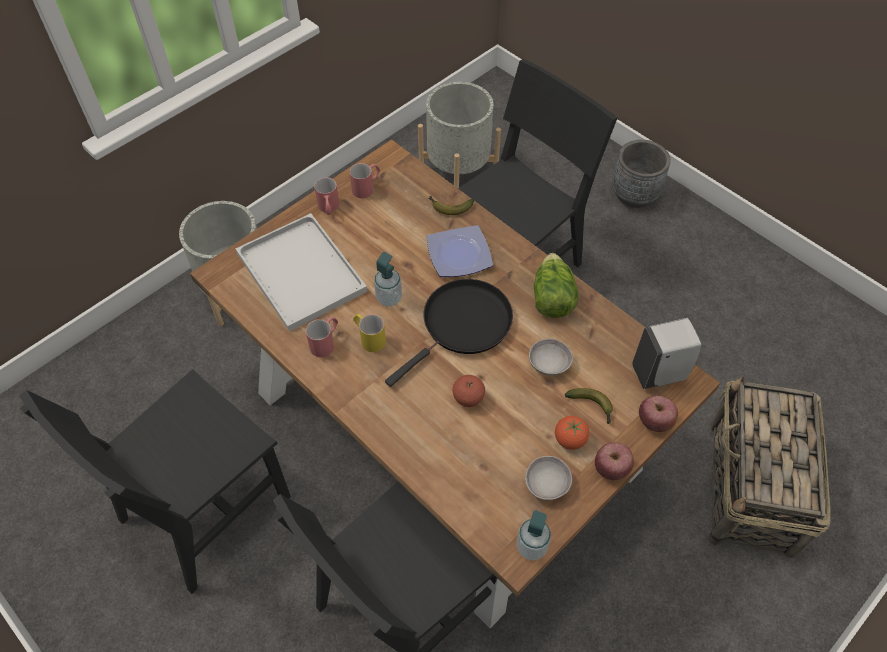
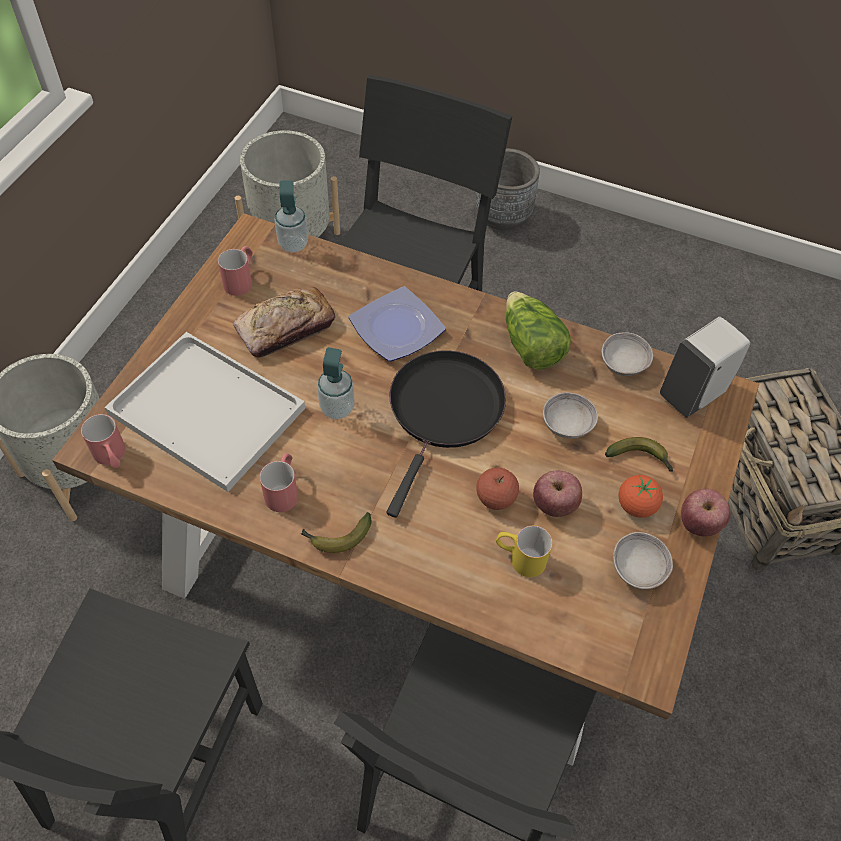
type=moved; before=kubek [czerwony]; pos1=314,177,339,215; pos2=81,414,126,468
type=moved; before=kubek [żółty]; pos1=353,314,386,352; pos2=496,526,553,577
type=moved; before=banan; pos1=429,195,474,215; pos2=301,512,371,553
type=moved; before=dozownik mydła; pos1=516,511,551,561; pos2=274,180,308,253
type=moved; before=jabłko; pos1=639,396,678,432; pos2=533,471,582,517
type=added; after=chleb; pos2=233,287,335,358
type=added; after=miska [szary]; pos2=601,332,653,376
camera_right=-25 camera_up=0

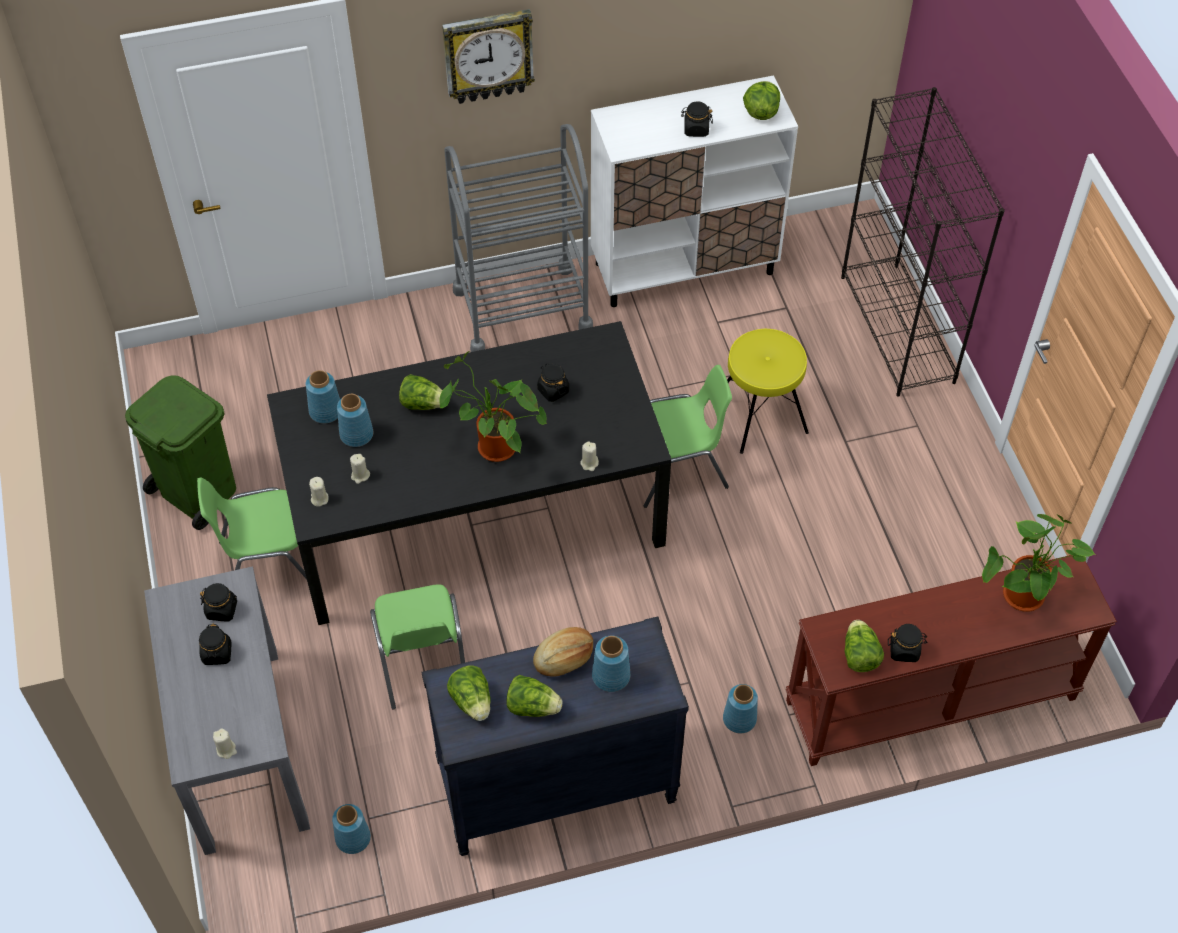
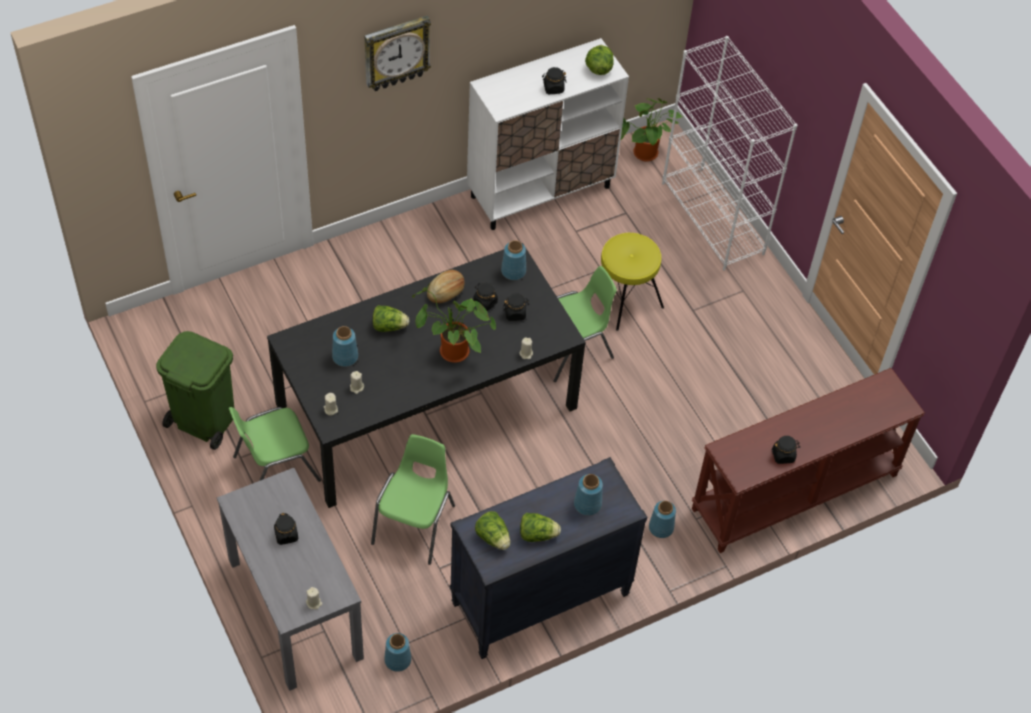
type=moved; before=słoik [czarny]; pos1=200,583,237,622; pos2=503,293,529,321
type=moved; before=wazon [niebieski]; pos1=306,370,340,424; pos2=501,240,526,280
type=turned; before=krzesło [zielony]; pos1=370,584,465,710; pos2=371,434,455,565; turn=-135
type=removed; before=wózek [szary]; pos1=444,124,593,352
type=moved; before=chleb; pos1=533,627,593,677; pos2=427,270,465,303
type=recoloured; before=regał [czarny]; after=regał [biały]; pos1=841,87,1005,397; pos2=662,36,797,271
type=removed; before=sałata; pos1=844,620,884,672
type=moved; before=roślina doniczkowa; pos1=982,514,1096,612; pos2=621,98,682,162
camera_right=-15 camera_up=0

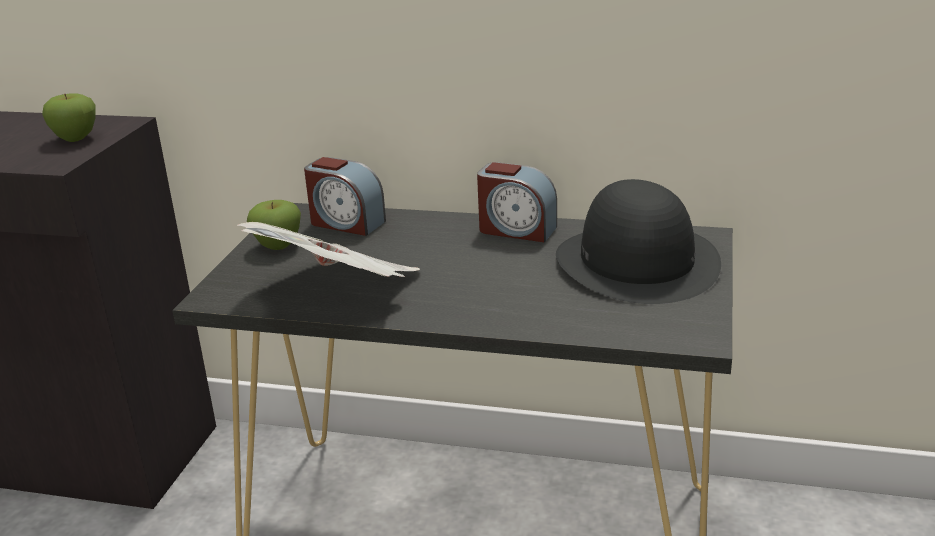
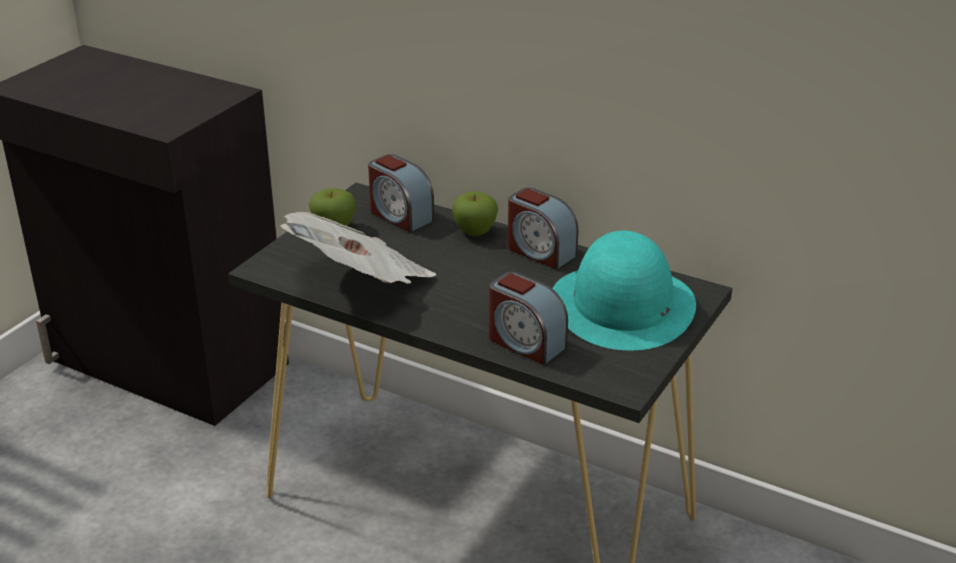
type=moved; before=jabłko; pos1=42,93,96,142; pos2=452,191,498,236
type=recoloured; before=kapelusz [czarny]; after=kapelusz [turkusowy]; pos1=556,179,721,304; pos2=553,231,696,350
type=added; after=budzik; pos2=489,272,568,365
camera_right=15 camera_up=5

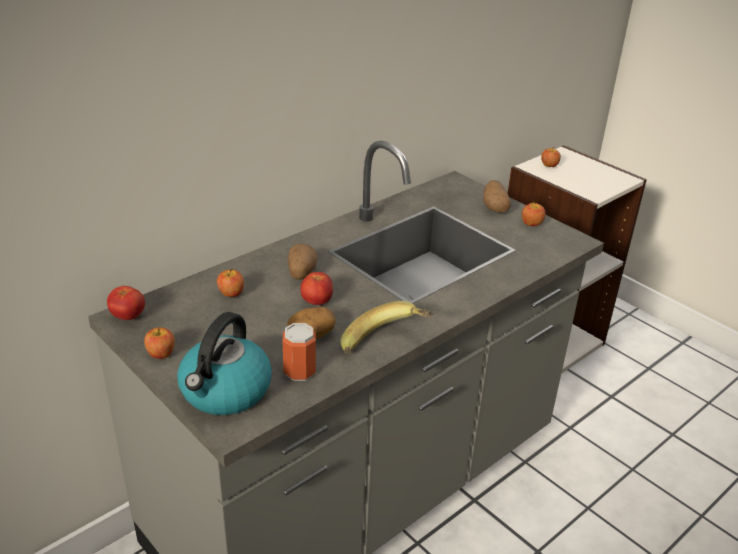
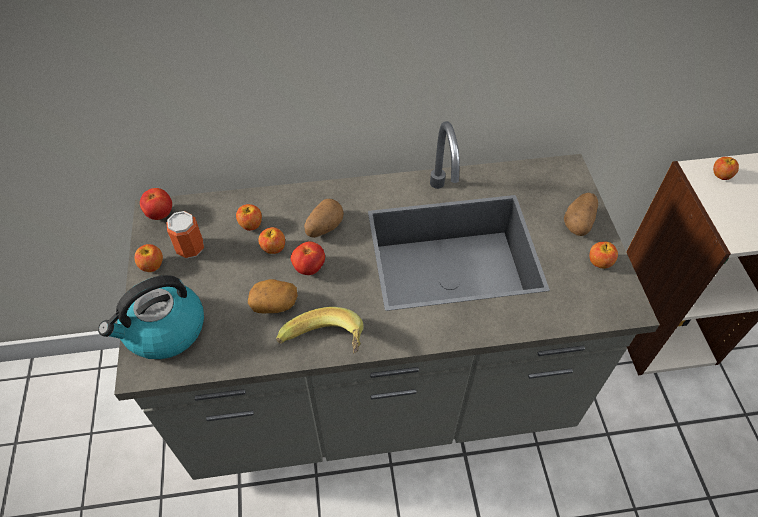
type=moved; before=puszka; pos1=283,323,316,381; pos2=167,211,204,258
type=added; after=jabłko; pos2=258,227,285,254
camera_right=35 camera_up=20

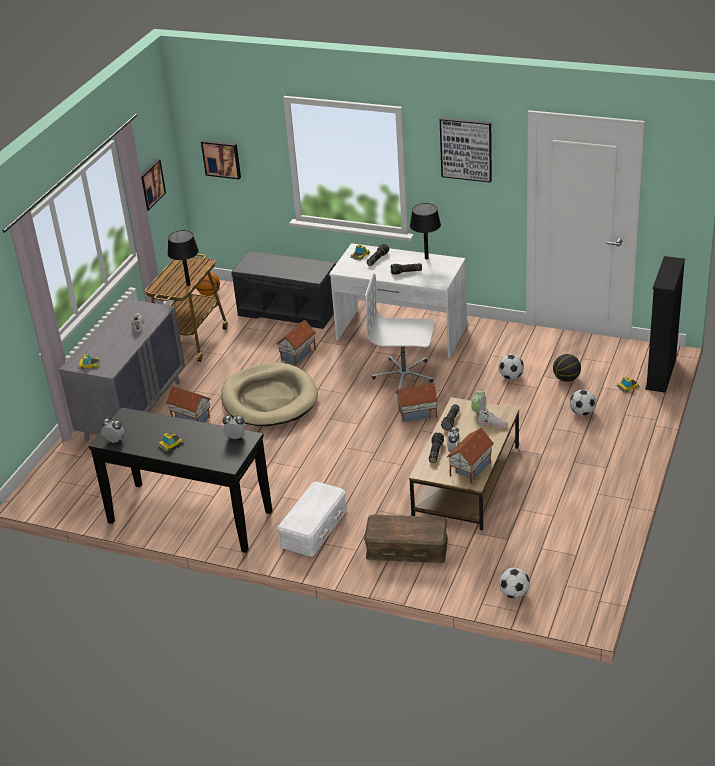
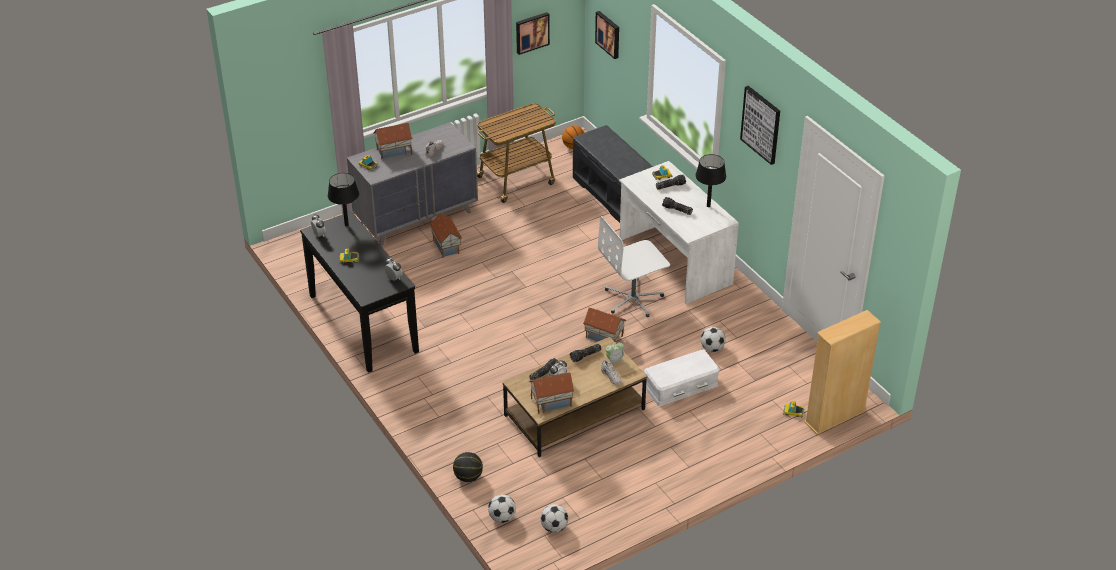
type=moved; before=lampa stołowa [czarny]; pos1=168,230,199,286; pos2=328,173,359,227
type=removed; before=legowisko [beżowy]; pos1=221,363,318,426
type=moved; before=domek; pos1=277,320,316,365; pos2=373,123,413,160
type=moved; before=pojemnik do przechowywania [biały]; pos1=277,481,347,557; pos2=644,350,720,406
type=removed; before=pojemnik do przechowywania [brązowy]; pos1=364,515,448,563
type=turned; before=krzesło biurowe [biały]; pos1=365,273,435,389; pos2=598,216,670,317; turn=-75
type=moved; before=piłka do koszykówki; pos1=553,354,581,382; pos2=453,452,483,482
type=moved; before=piłka futbolowa; pos1=570,390,596,416; pos2=540,504,568,533
type=recoloured; before=regał [czarny]; after=regał [beżowy]; pos1=645,256,685,393; pos2=804,310,881,435
camera_right=35 camera_up=5

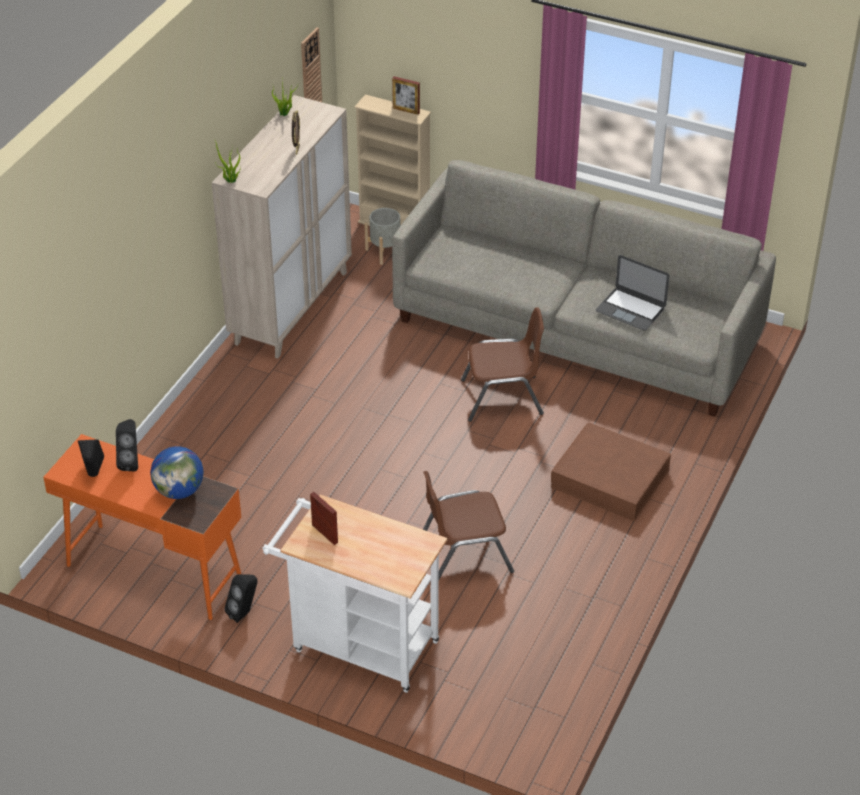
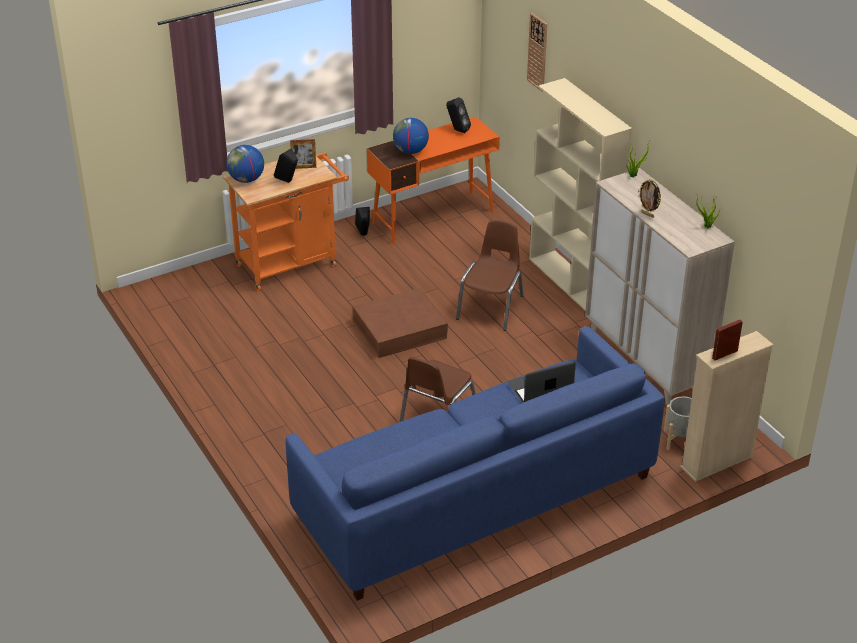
type=moved; before=głośnik [czarny]; pos1=116,419,138,471; pos2=274,149,298,183
type=recoloured; before=wózek [biały]; after=wózek [pomarańczowy]; pos1=263,495,447,693; pos2=223,152,349,291
type=moved; before=zegar ścienny; pos1=301,27,322,102; pos2=527,13,547,92
type=recoloured; before=kanapa [szary]; after=kanapa [niebieski]; pos1=392,160,776,417; pos2=286,326,665,601
type=moved; before=krzesło [brązowy]; pos1=423,471,514,579; pos2=456,220,524,331
type=moved; before=pojemnik do przechowywania [brązowy]; pos1=551,422,671,521; pos2=353,288,448,358
type=moved; before=laptop; pos1=596,255,669,331; pos2=508,361,576,403
type=added; after=globus; pos2=226,145,264,183
type=added; after=regał [beżowy]; pos2=529,78,632,311
camera_right=125 camera_up=-5

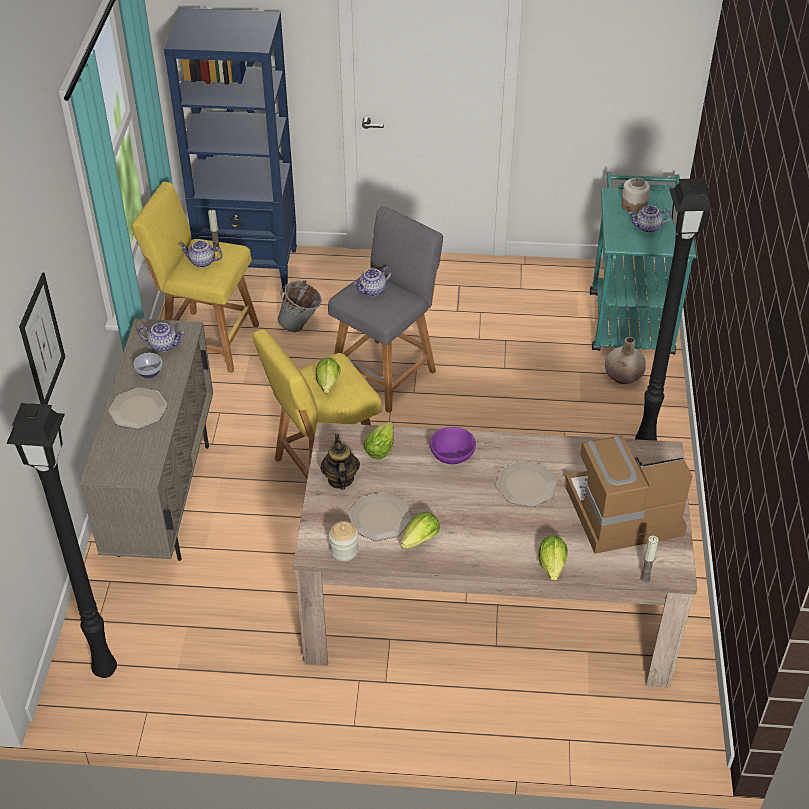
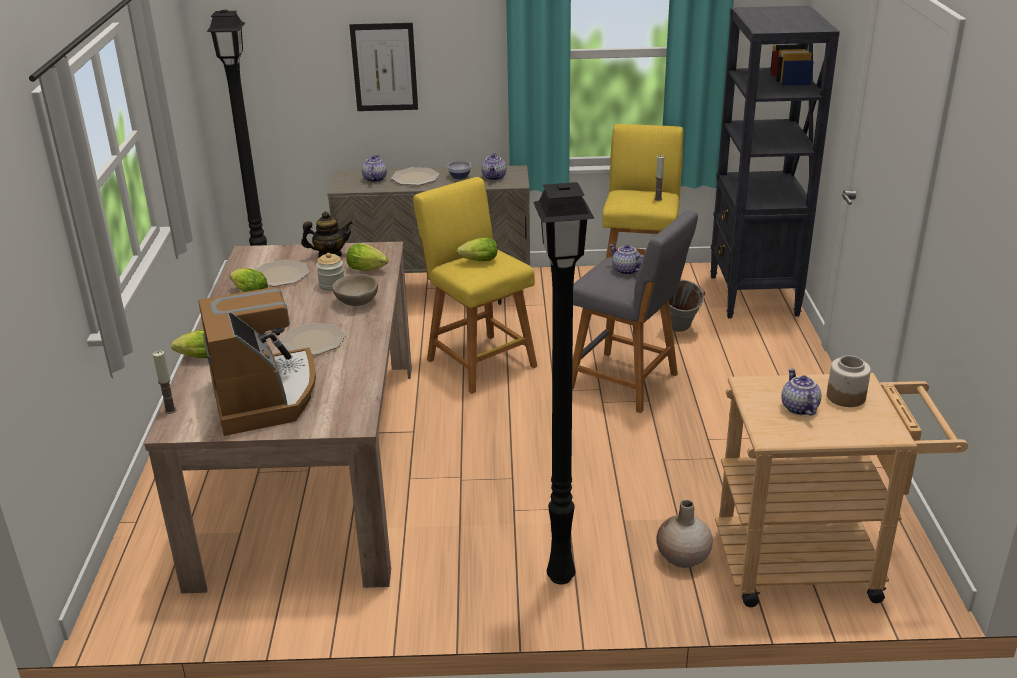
type=recoloured; before=regał [niebieski]; after=regał [czarny]; pos1=164,8,297,292; pos2=710,6,840,318
type=moved; before=imbryk; pos1=179,240,223,268; pos2=362,155,387,182
type=moved; before=słoik; pos1=329,521,358,561; pos2=316,253,344,291
type=recoloured; before=miska [fioletowy]; after=miska [beżowy]; pos1=430,427,476,464; pos2=332,274,378,306
type=recoloured; before=wózek [turkusowy]; after=wózek [beżowy]; pos1=590,171,697,355; pos2=715,373,968,607
camera_right=85 camera_up=-15

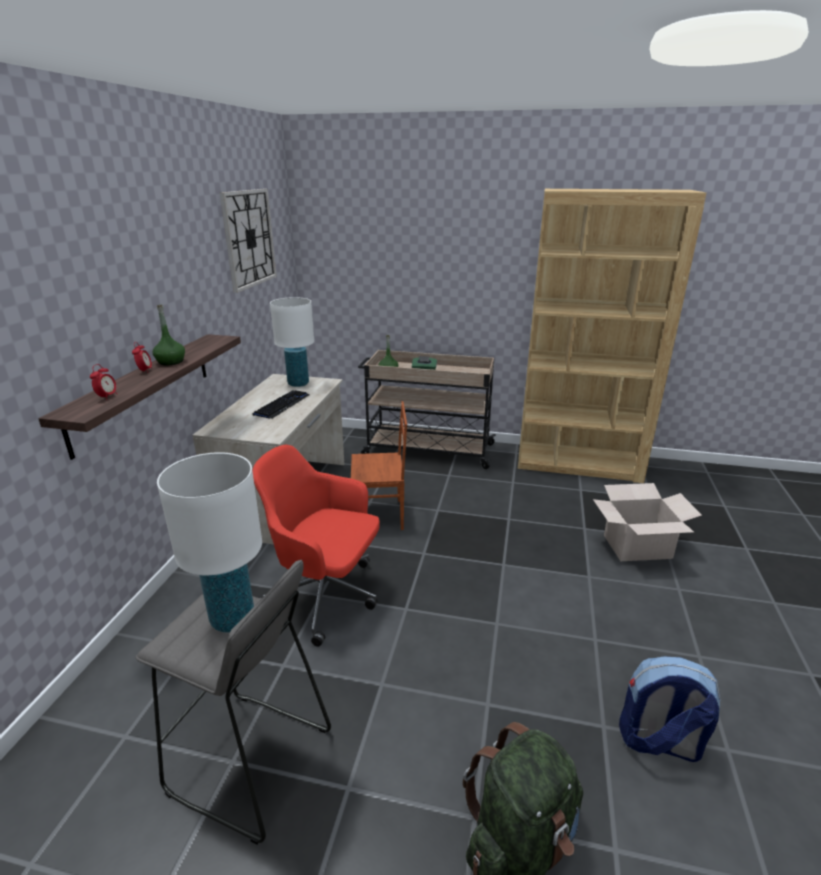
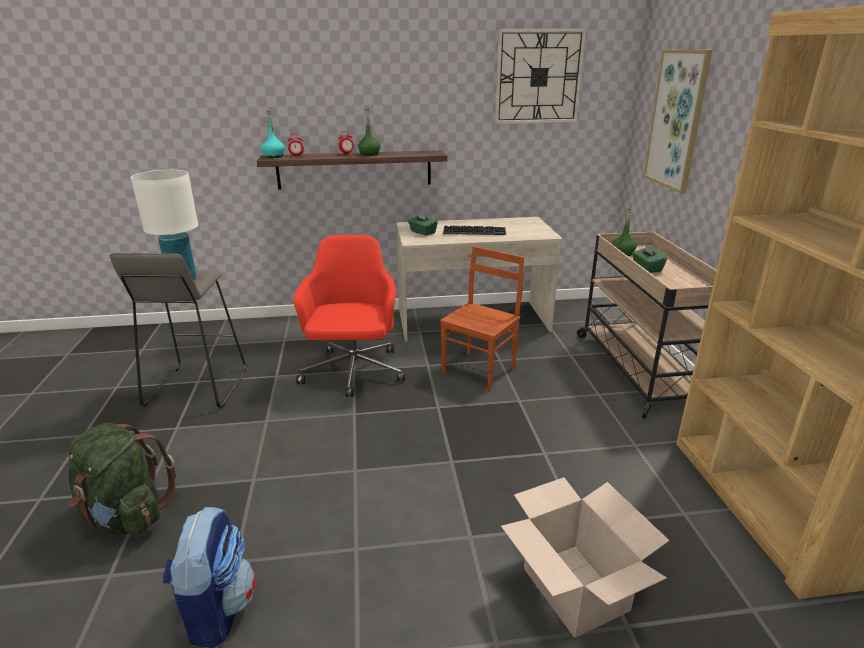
type=removed; before=lampa stołowa [biały]; pos1=270,297,314,387
type=turned; before=krzesło [brązowy]; pos1=351,401,407,530; pos2=440,246,524,390; turn=-120
type=added; after=butelka [turkusowy]; pos2=261,110,285,158
type=added; after=pudełko chusteczek [zielony]; pos2=408,212,438,236
type=added; after=obraz; pos2=643,50,712,194
camera_right=70 camera_up=0

